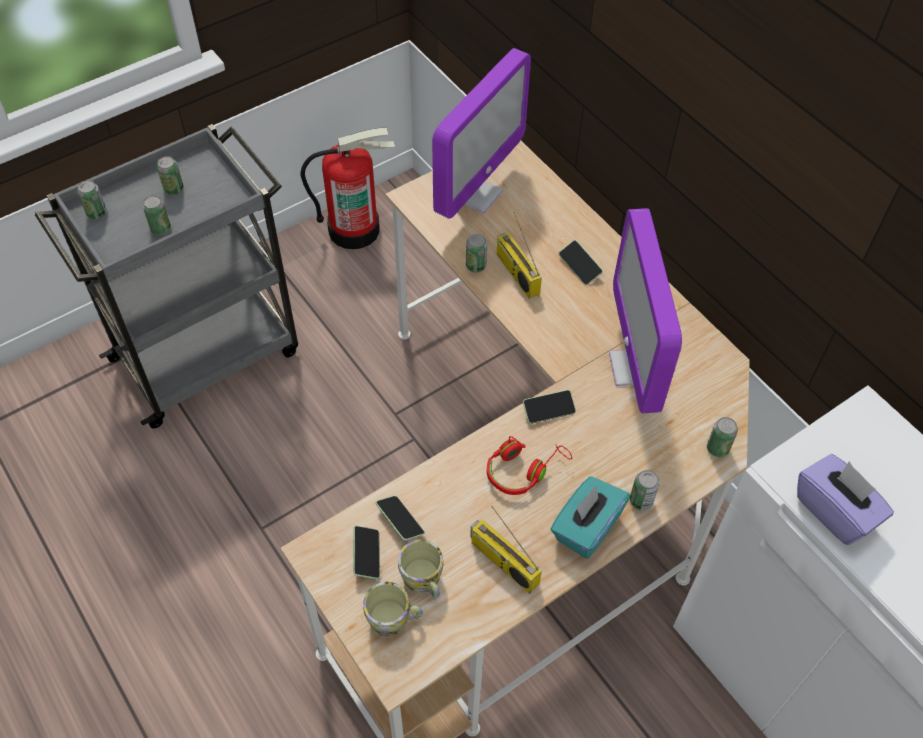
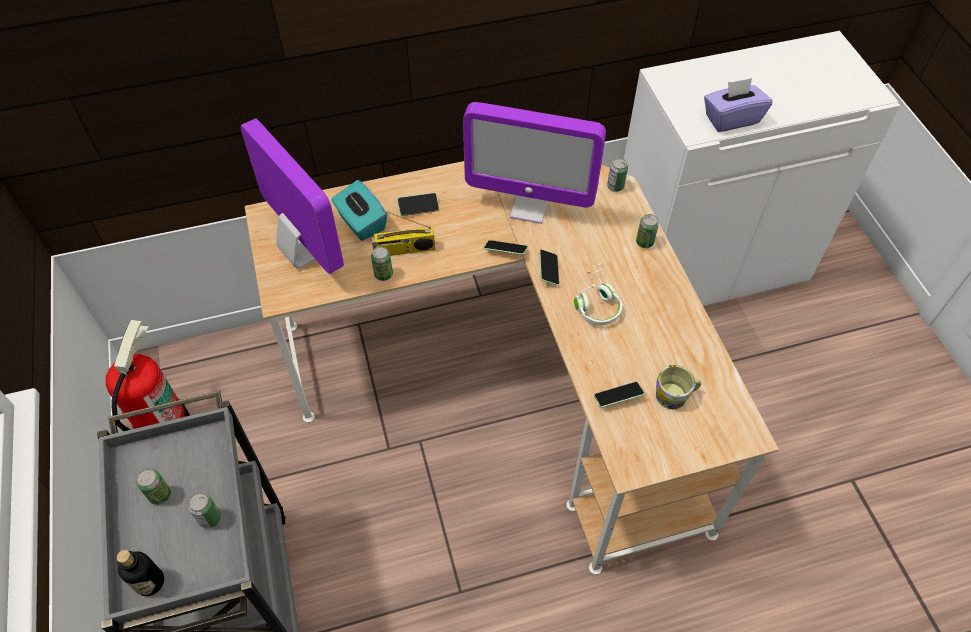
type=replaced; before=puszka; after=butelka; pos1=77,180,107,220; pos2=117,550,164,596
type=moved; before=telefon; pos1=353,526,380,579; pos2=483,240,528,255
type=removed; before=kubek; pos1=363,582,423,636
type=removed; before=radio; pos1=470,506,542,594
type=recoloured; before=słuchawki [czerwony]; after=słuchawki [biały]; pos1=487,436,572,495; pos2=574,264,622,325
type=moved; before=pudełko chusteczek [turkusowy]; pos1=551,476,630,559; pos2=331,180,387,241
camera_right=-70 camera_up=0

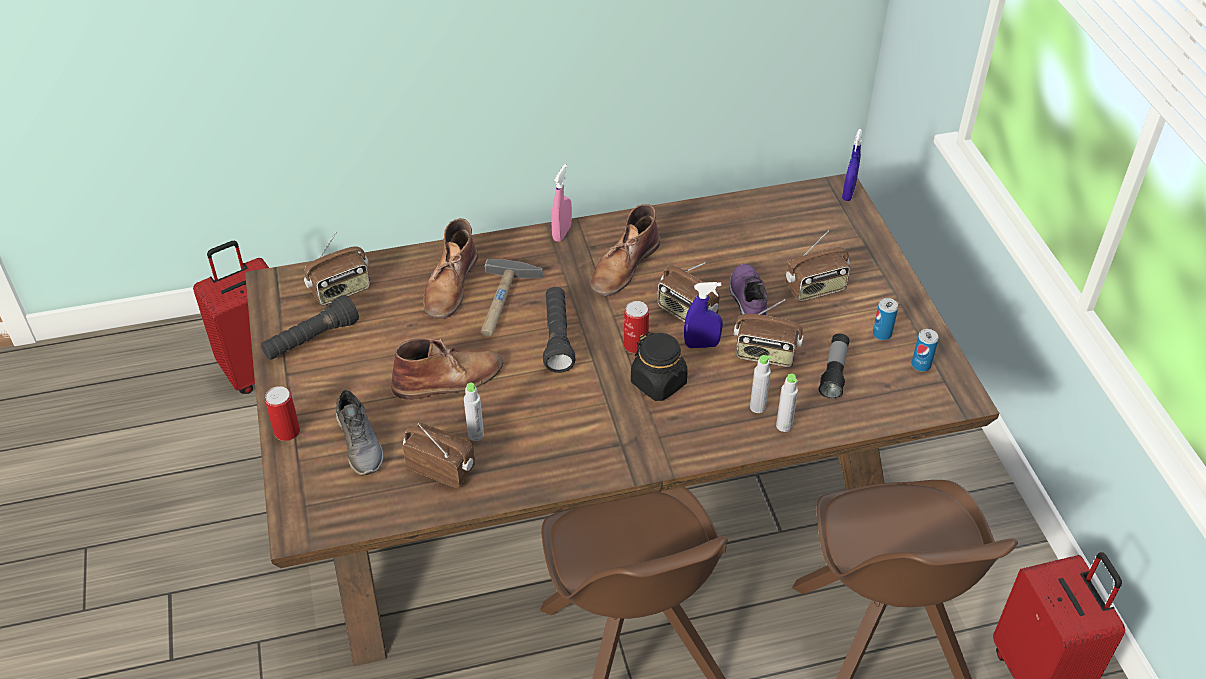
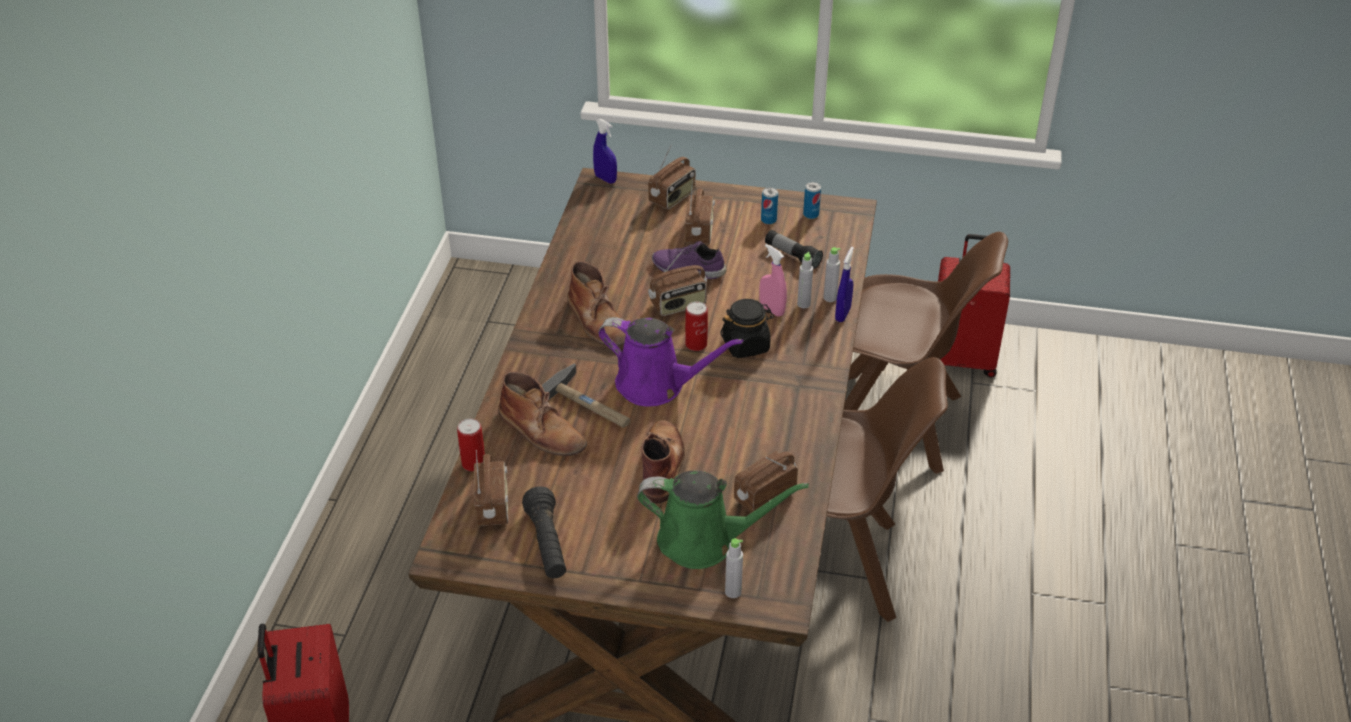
type=moved; before=puszka; pos1=265,386,300,441; pos2=457,419,485,471
type=replaced; before=but [szary]; after=konewka [zielony]; pos1=336,389,384,475; pos2=637,470,809,569
type=moved; before=butelka [szary]; pos1=464,383,484,441; pos2=725,538,743,598
type=replaced; before=latarka [czarny]; after=konewka [fioletowy]; pos1=543,287,576,373; pos2=598,317,743,406
type=moved; before=spryskiwacz [różowy]; pos1=551,164,572,242; pos2=759,244,787,317
type=moved; before=spryskiwacz [niebieski]; pos1=684,282,723,348; pos2=835,247,854,322
type=moved; before=radio; pos1=734,299,804,367; pos2=648,146,696,210
camera_right=-65 camera_up=-5

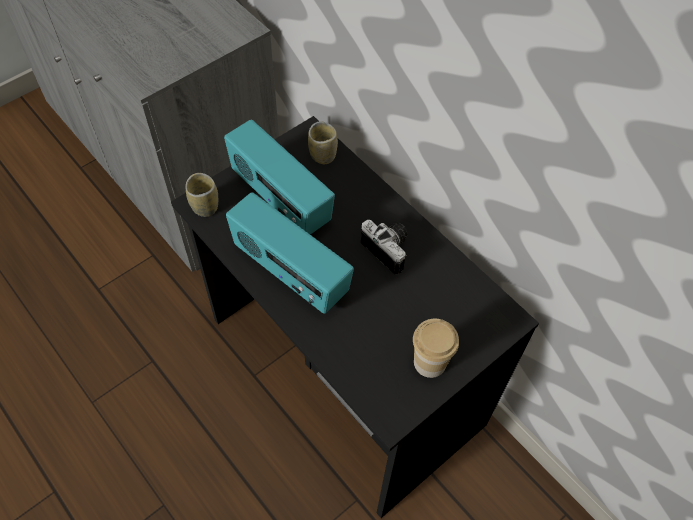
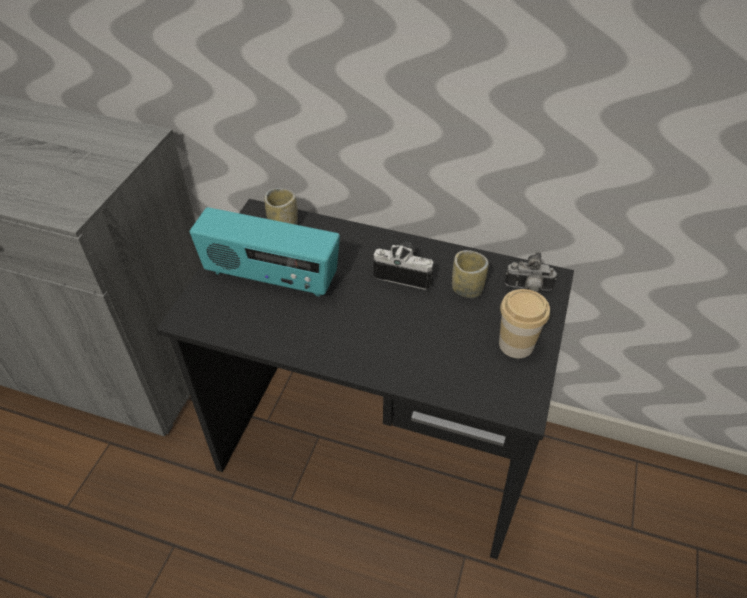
type=moved; before=filiżanka; pos1=185,173,218,217; pos2=452,250,489,298
type=removed; before=radio; pos1=226,192,354,314
type=added; after=aparat fotograficzny; pos2=505,252,557,294
camera_right=-30 camera_up=-10

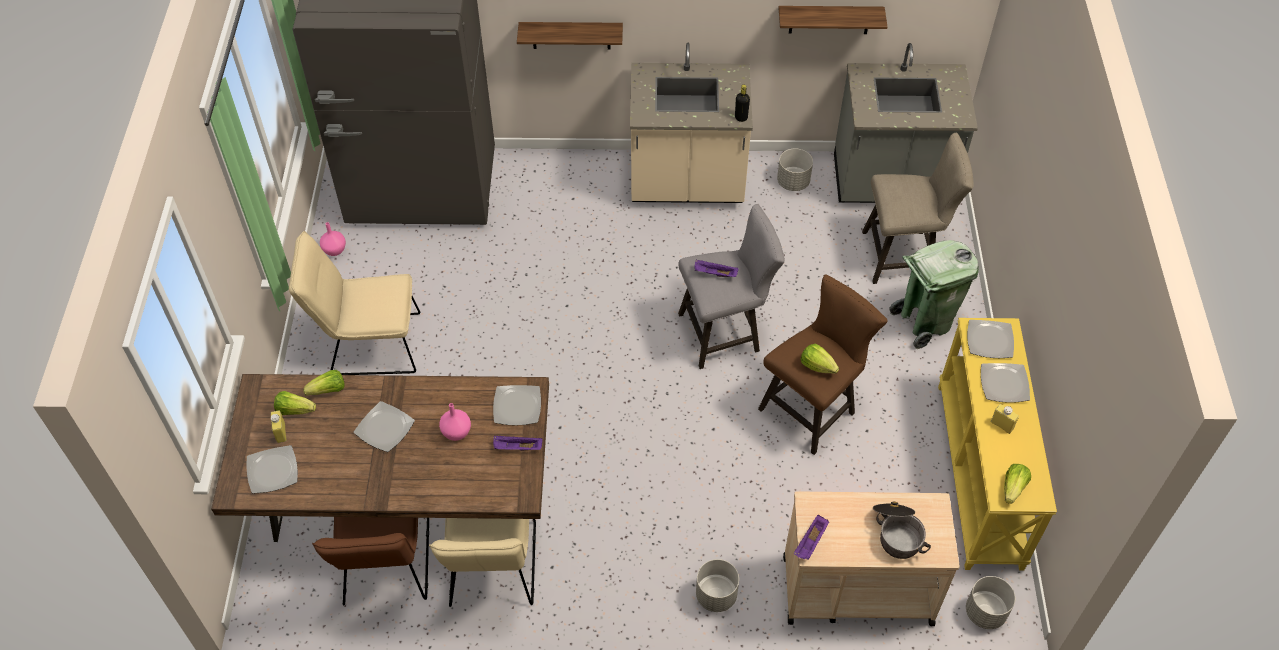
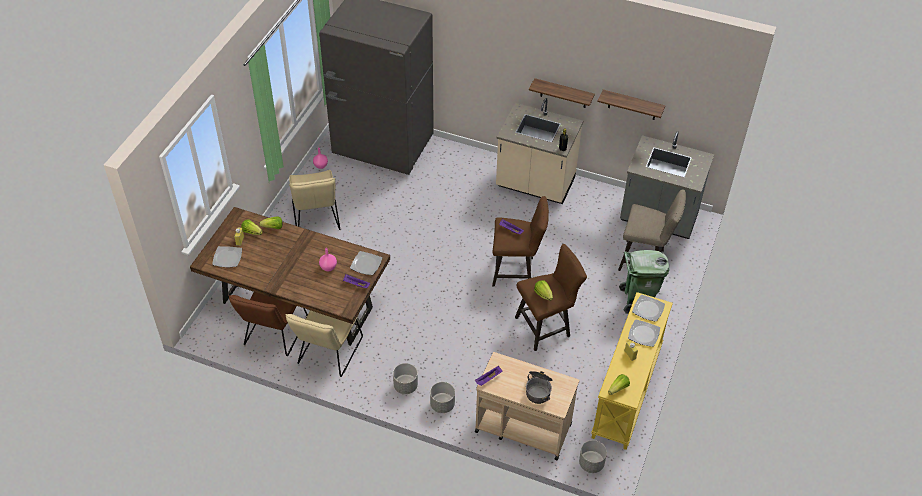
type=turned; before=krzesło [beżowy]; pos1=289,231,421,375; pos2=289,170,341,230; turn=-120
type=removed; before=talerz; pos1=354,401,415,452
type=moved; before=półka; pos1=517,22,623,50; pos2=529,78,595,108
type=recoloured; before=stołek [szary]; after=stołek [brązowy]; pos1=678,204,785,369; pos2=492,196,549,286
type=moved; before=donica [szary]; pos1=777,148,813,191; pos2=393,363,418,394
camera_right=20 camera_up=-5

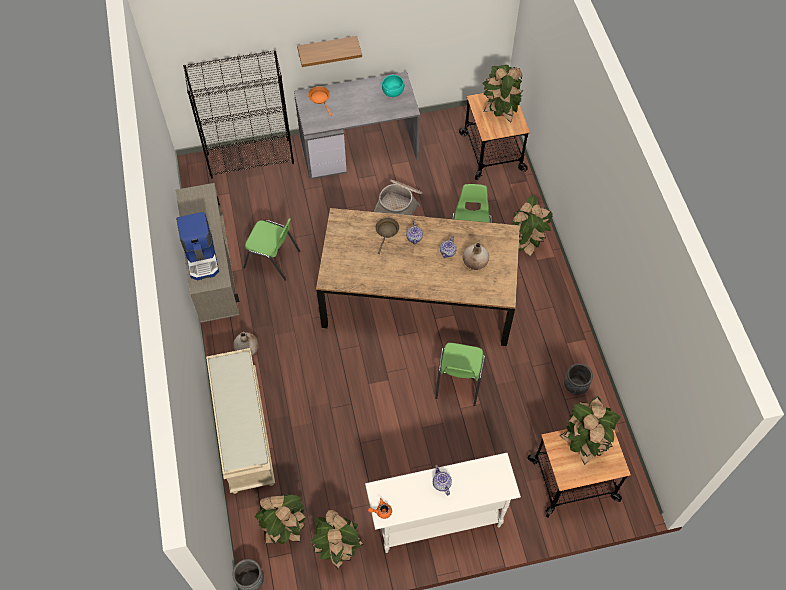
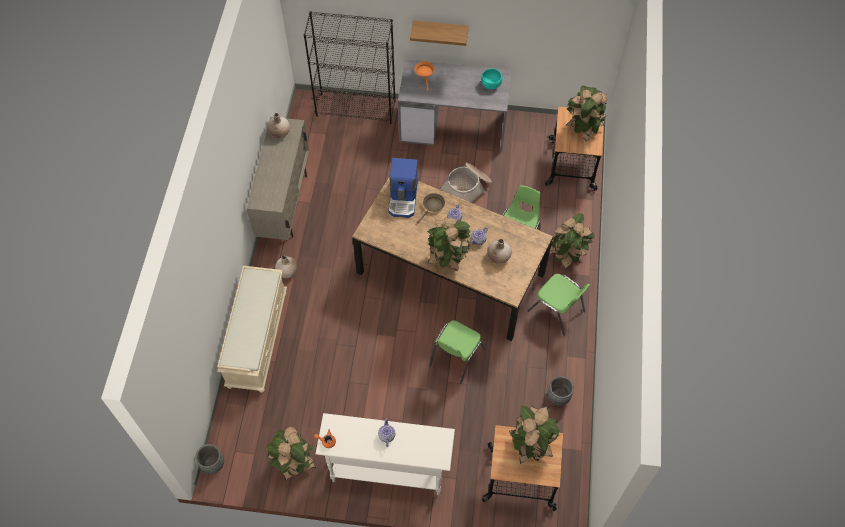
type=moved; before=ekspres do kawy; pos1=176,212,219,280; pos2=389,158,418,218
type=moved; before=krzesło [zielony]; pos1=243,218,300,281; pos2=528,274,590,336
type=moved; before=roślina doniczkowa; pos1=255,494,307,544; pos2=427,218,471,271
type=added; after=wazon [beżowy]; pos2=267,113,290,138
camera_right=20 camera_up=0

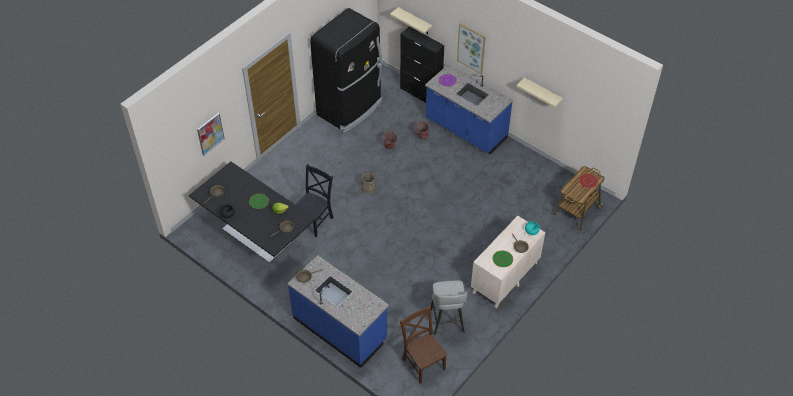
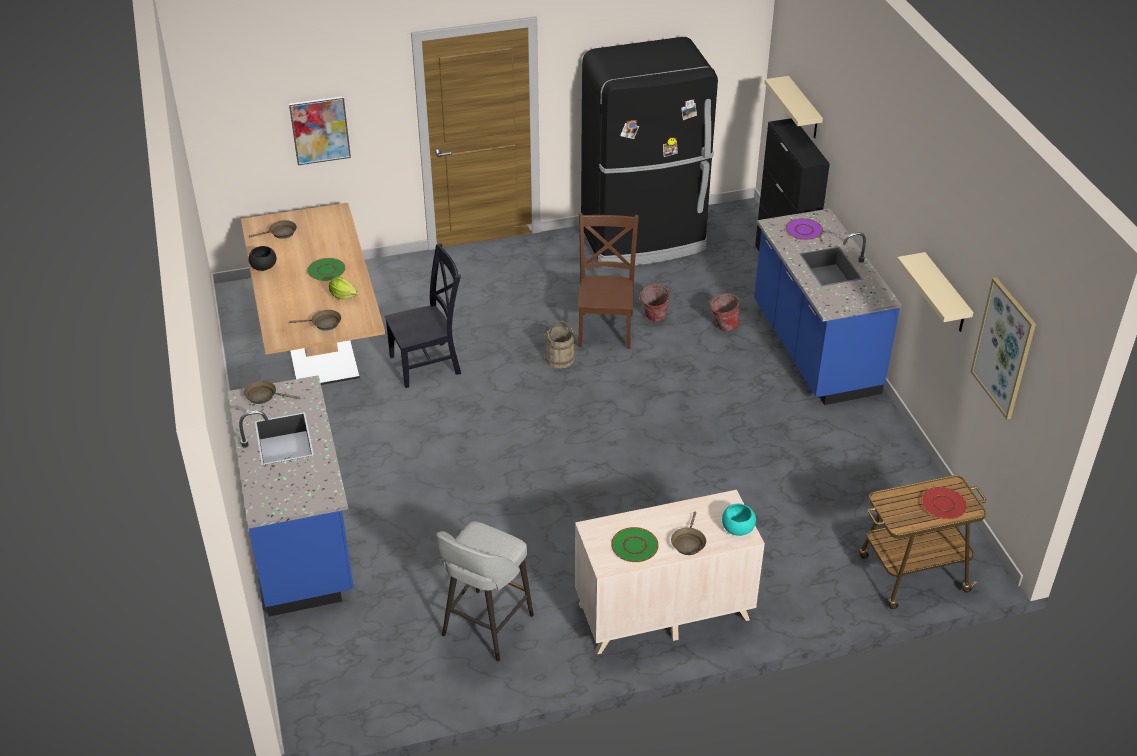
type=recoloured; before=stół jadalny [czarny]; after=stół jadalny [beżowy]; pos1=189,161,316,263; pos2=241,203,385,385
type=moved; before=krzesło [brązowy]; pos1=400,305,447,384; pos2=578,213,639,349
type=moved; before=obraz; pos1=457,23,486,74; pos2=970,277,1036,419
camera_right=35 camera_up=-10

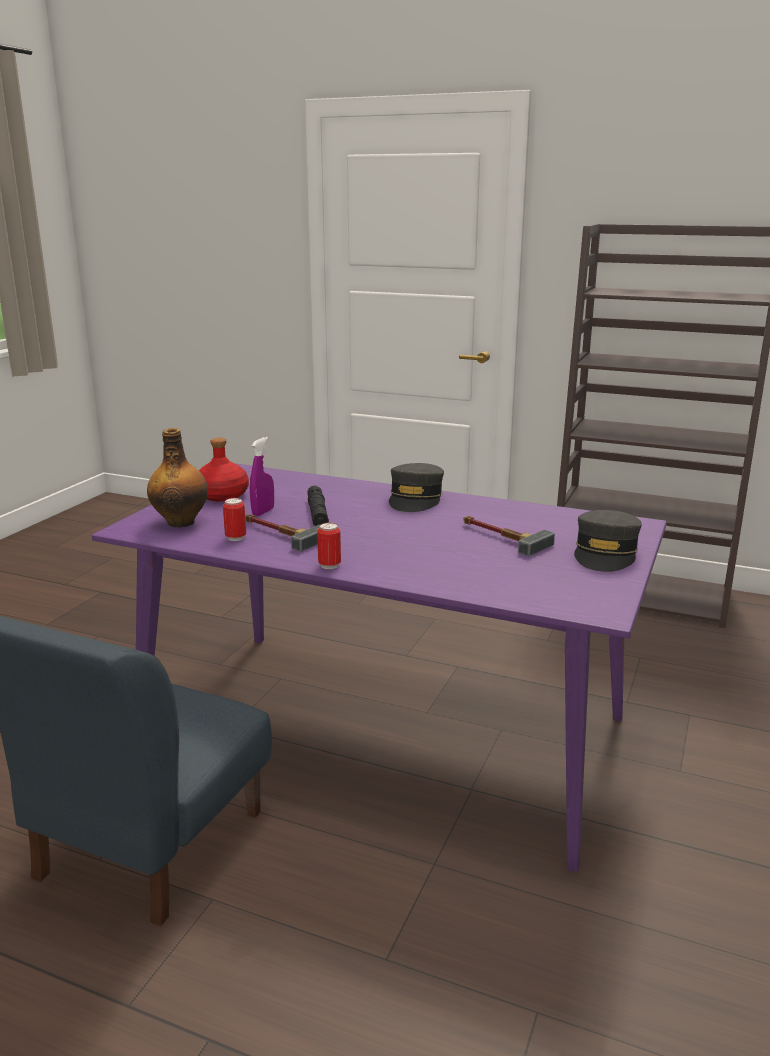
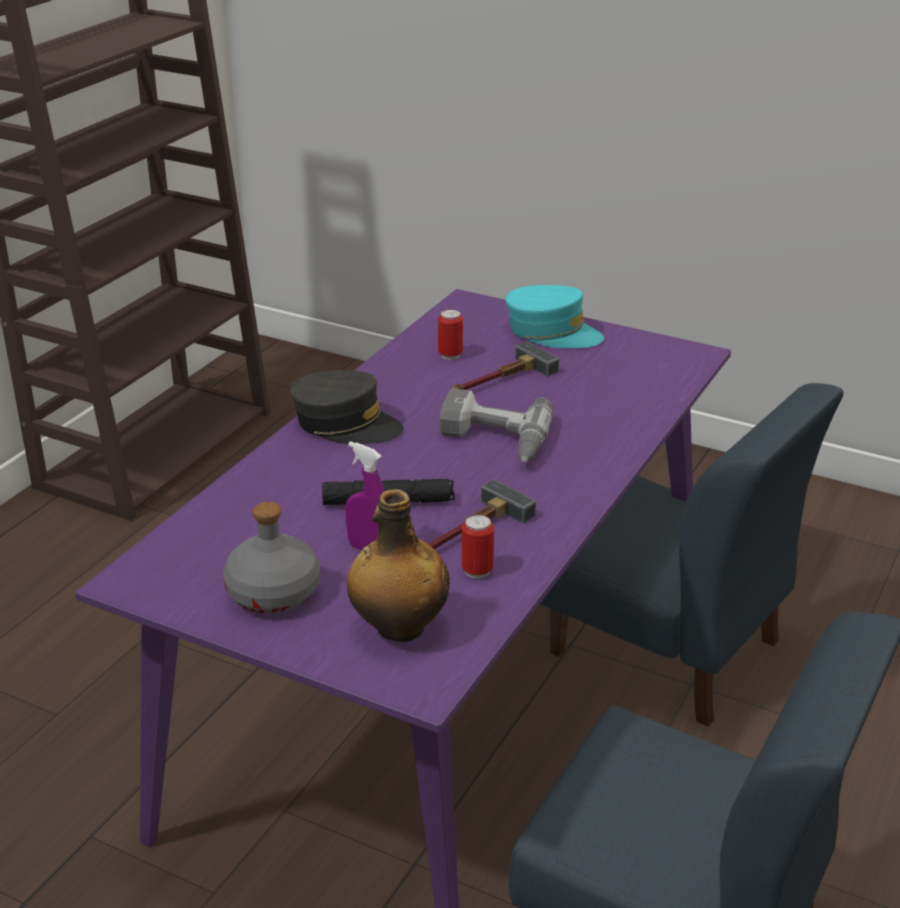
type=recoloured; before=butelka [czerwony]; after=butelka [szary]; pos1=199,438,249,501; pos2=223,502,320,613
type=moved; before=puszka; pos1=317,522,341,569; pos2=438,309,463,360
type=recoloured; before=czapka z daszkiem [szary]; after=czapka z daszkiem [turkusowy]; pos1=574,510,642,572; pos2=505,285,604,348
type=added; after=wiertarka; pos2=439,389,553,462
type=added; after=krzesło [niebieski]; pos2=540,383,843,727
camera_right=-85 camera_up=10

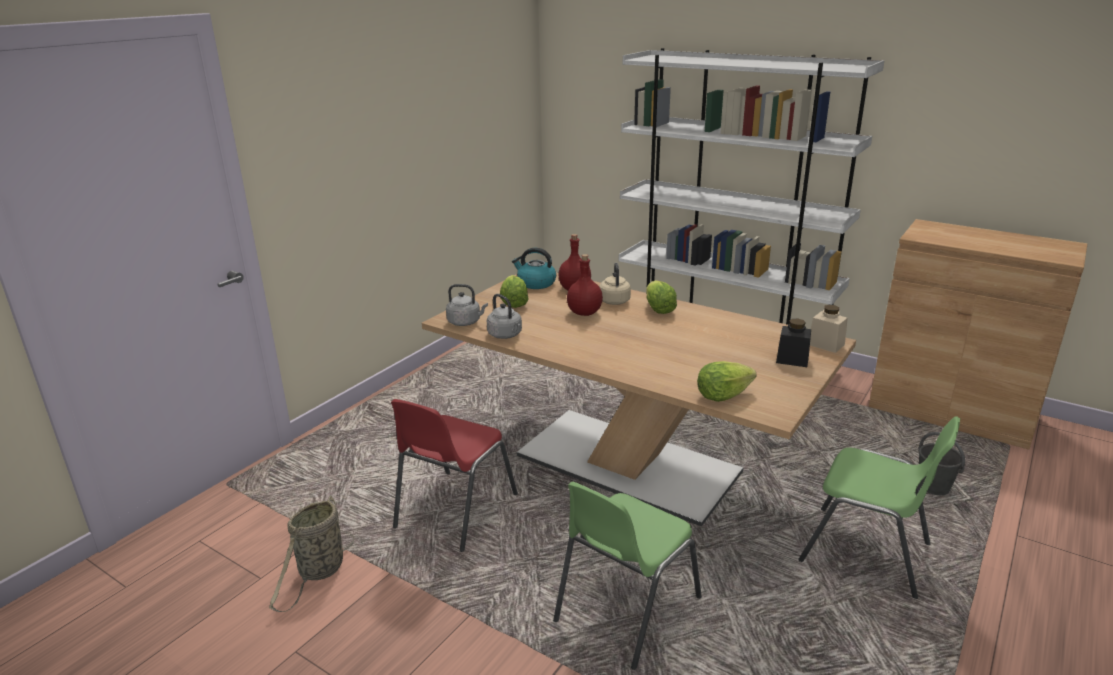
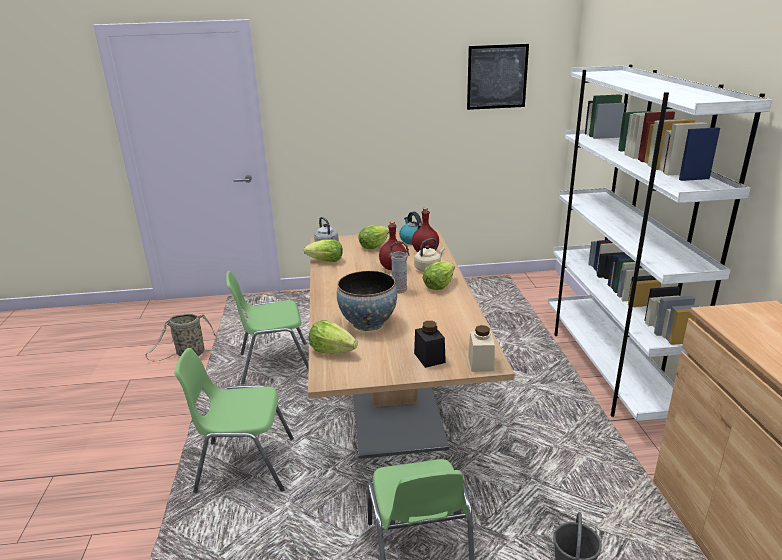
type=recoloured; before=krzesło [czerwony]; after=krzesło [zielony]; pos1=391,399,518,552; pos2=226,271,309,384
type=replaced; before=czajnik [szary]; after=sałata; pos1=487,294,522,339; pos2=304,239,343,262
type=added; after=miska; pos2=337,271,397,331
type=added; after=wazon; pos2=388,241,410,293
type=added; after=obraz; pos2=467,44,529,110
camera_right=50 camera_up=0

